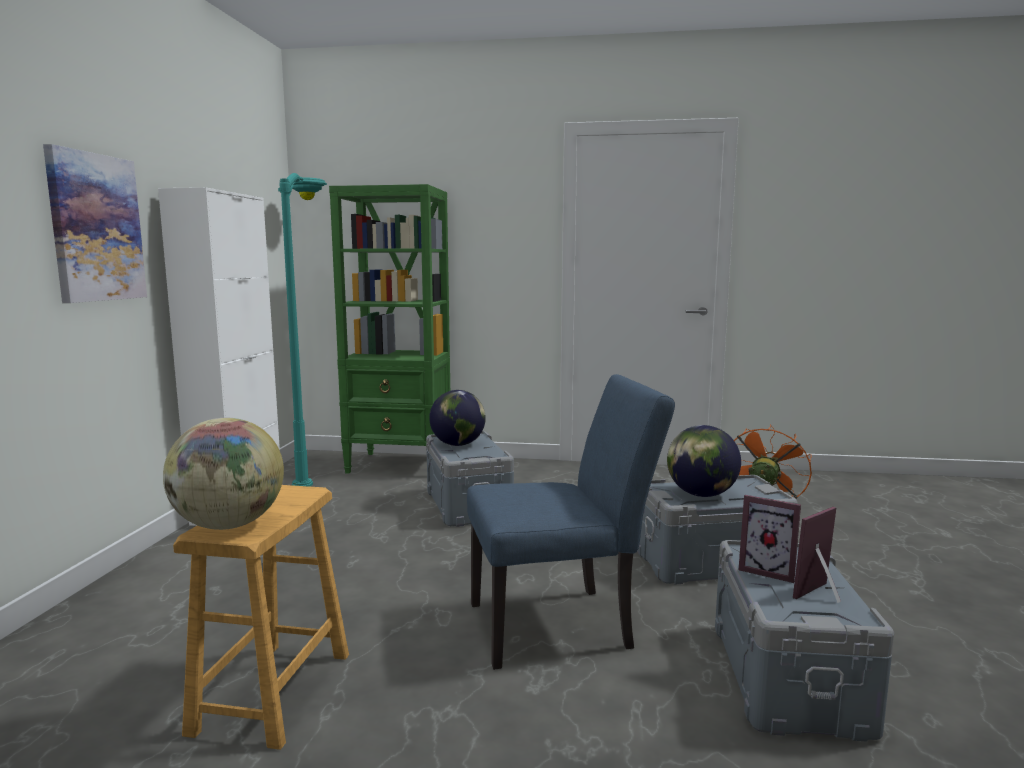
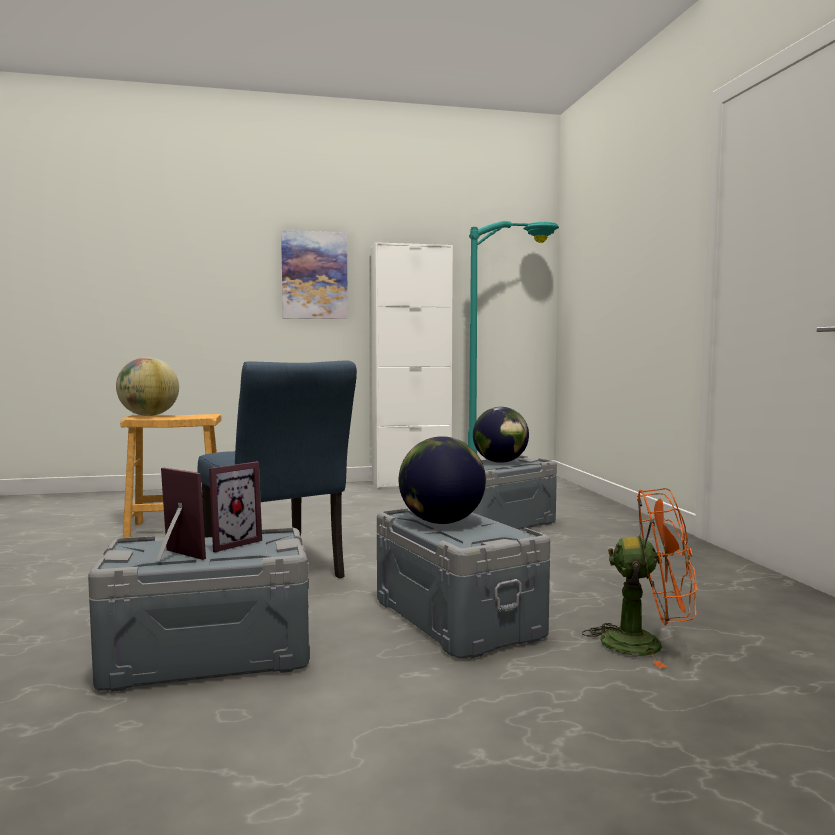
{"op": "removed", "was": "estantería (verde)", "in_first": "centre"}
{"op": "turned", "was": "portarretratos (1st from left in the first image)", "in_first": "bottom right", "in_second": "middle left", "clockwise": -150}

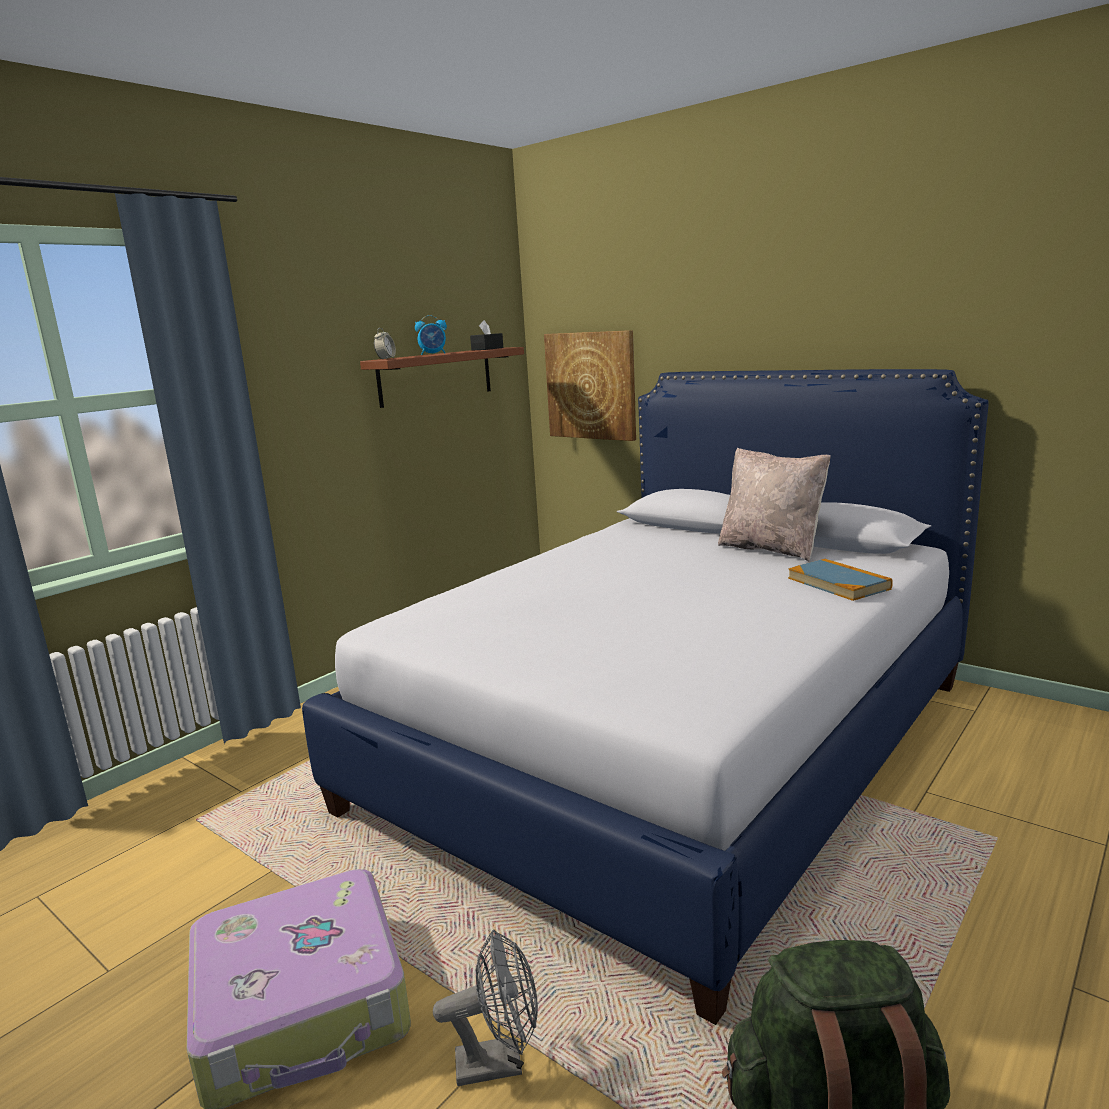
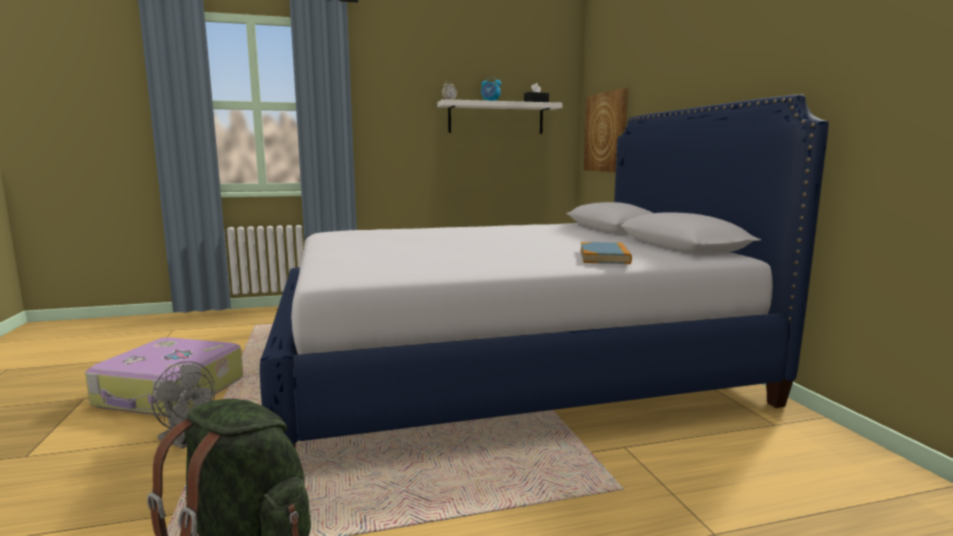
{"op": "recoloured", "was": "estante (marrón)", "now": "estante (blanco)", "in_first": "centre", "in_second": "top centre"}
{"op": "removed", "was": "cojín (beis)", "in_first": "middle right"}

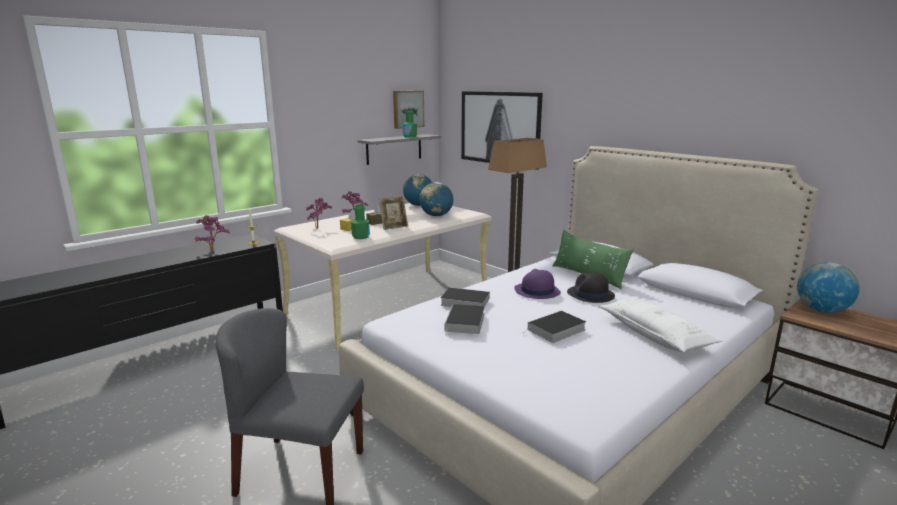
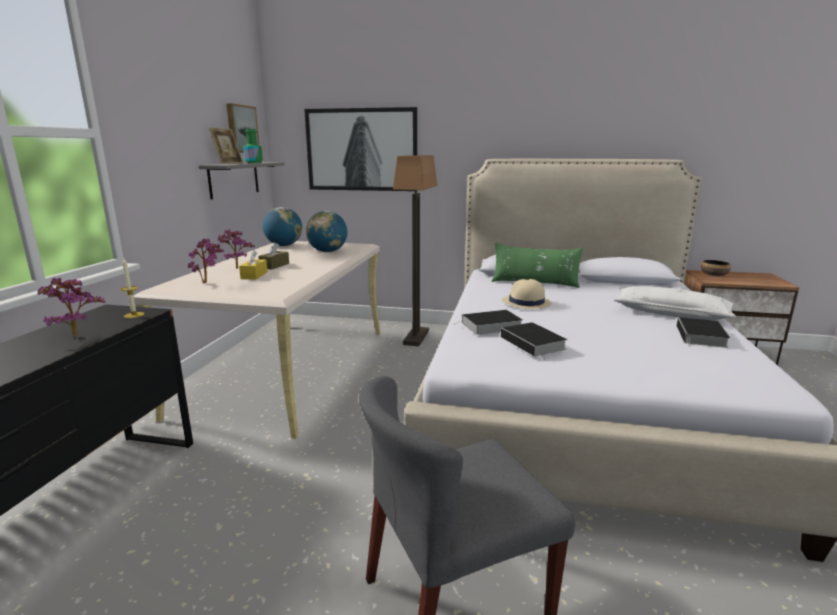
{"op": "removed", "was": "botella (verde) (1st from left)", "in_first": "centre"}
{"op": "moved", "was": "portarretratos", "in_first": "centre", "in_second": "top left"}
{"op": "recoloured", "was": "sombrero (morado)", "now": "sombrero (beis)", "in_first": "centre", "in_second": "centre"}
{"op": "moved", "was": "libro (3rd from left)", "in_first": "centre", "in_second": "middle right"}
{"op": "removed", "was": "sombrero (negro)", "in_first": "centre"}
{"op": "replaced", "was": "globo terráqueo (3rd from left)", "now": "cuenco", "in_first": "middle right", "in_second": "middle right"}

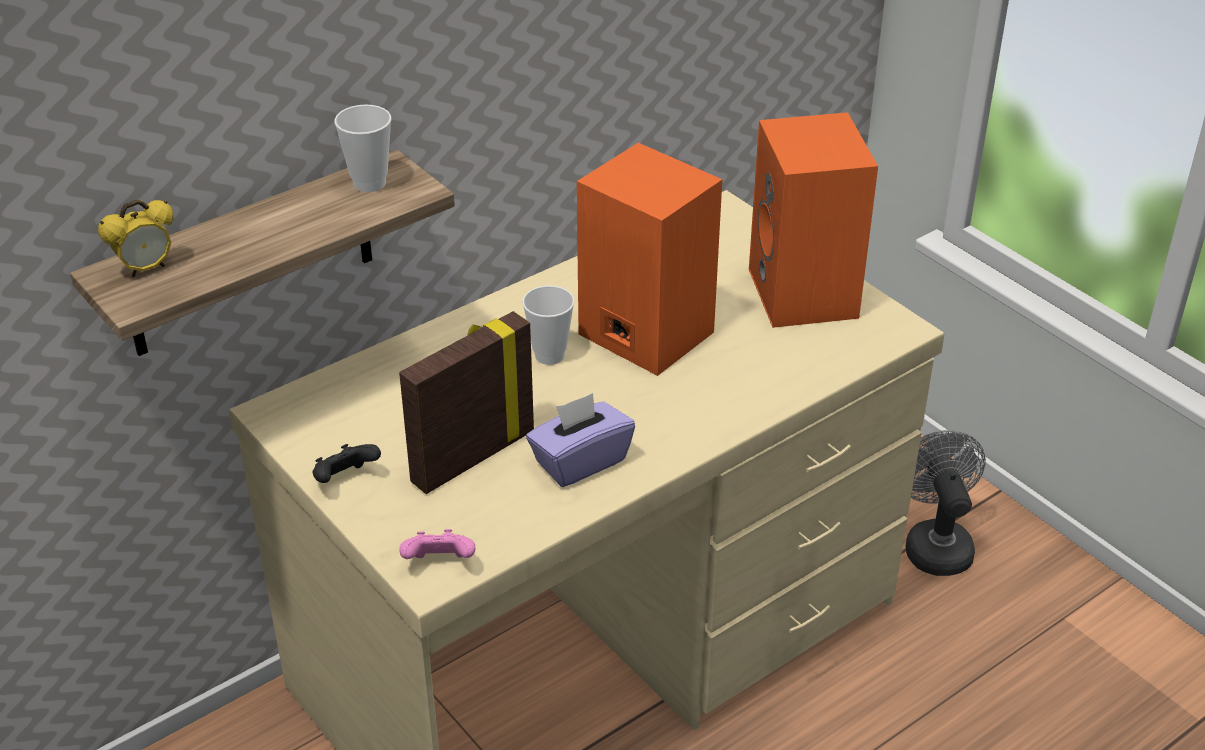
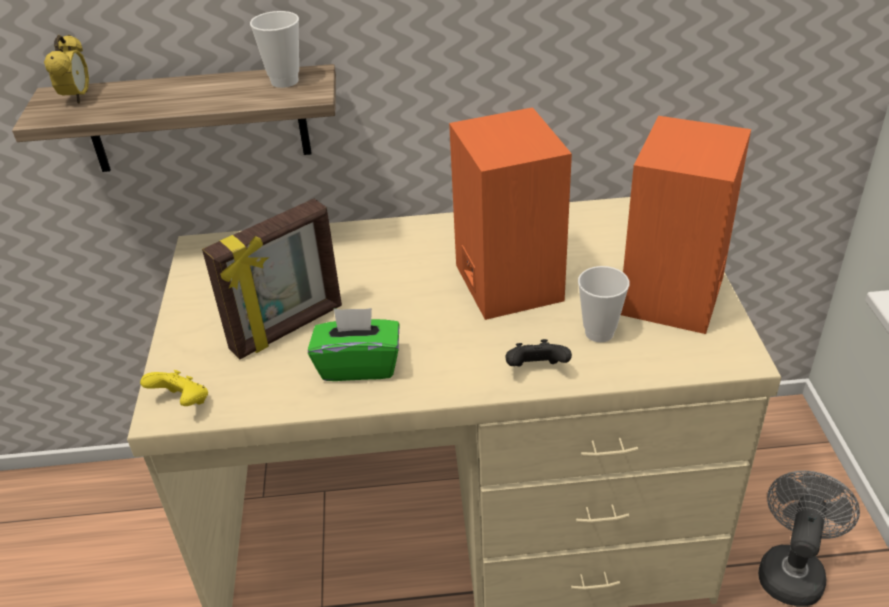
{"op": "turned", "was": "despertador", "in_first": "top left", "in_second": "top left", "clockwise": -90}
{"op": "moved", "was": "mando de consola (negro)", "in_first": "middle left", "in_second": "centre"}
{"op": "turned", "was": "portarretratos", "in_first": "centre", "in_second": "middle left", "clockwise": 150}
{"op": "recoloured", "was": "mando de consola (rosa)", "now": "mando de consola (amarillo)", "in_first": "bottom centre", "in_second": "middle left"}
{"op": "moved", "was": "taza (2nd from left)", "in_first": "centre", "in_second": "middle right"}
{"op": "recoloured", "was": "caja de pañuelos (morado)", "now": "caja de pañuelos (verde)", "in_first": "centre", "in_second": "centre"}

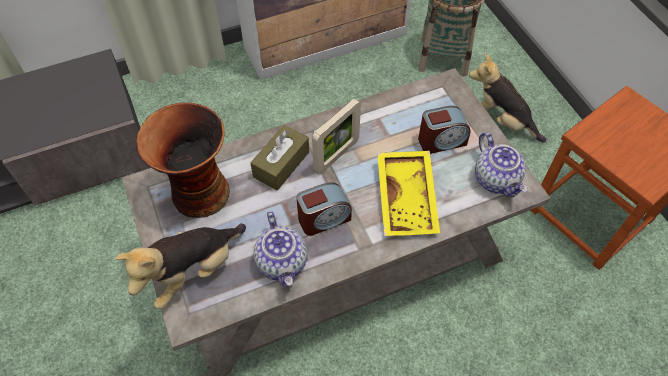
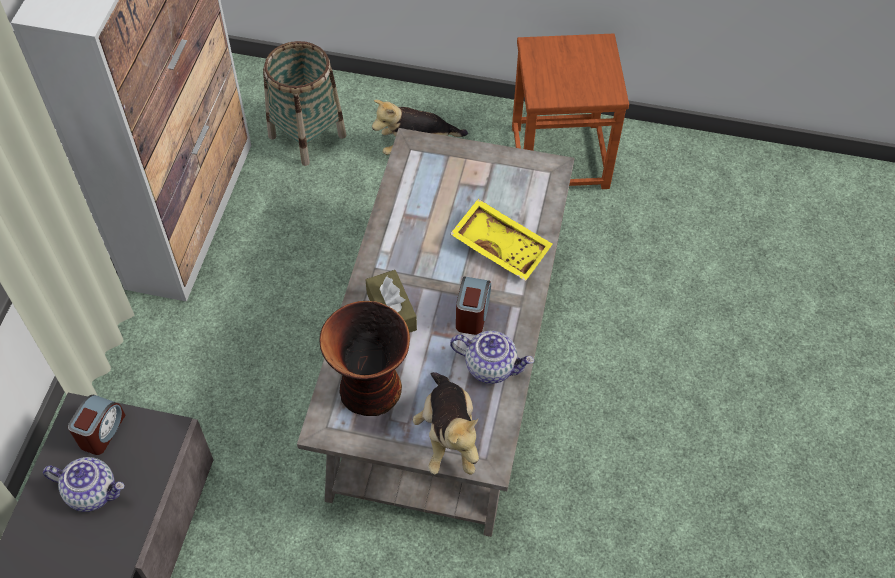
{"op": "removed", "was": "portarretratos", "in_first": "centre"}
{"op": "moved", "was": "despertador (2nd from left in the first image)", "now": "despertador (1st from left)", "in_first": "centre", "in_second": "bottom left"}
{"op": "moved", "was": "tetera (2nd from left in the first image)", "now": "tetera (1st from left)", "in_first": "middle right", "in_second": "bottom left"}

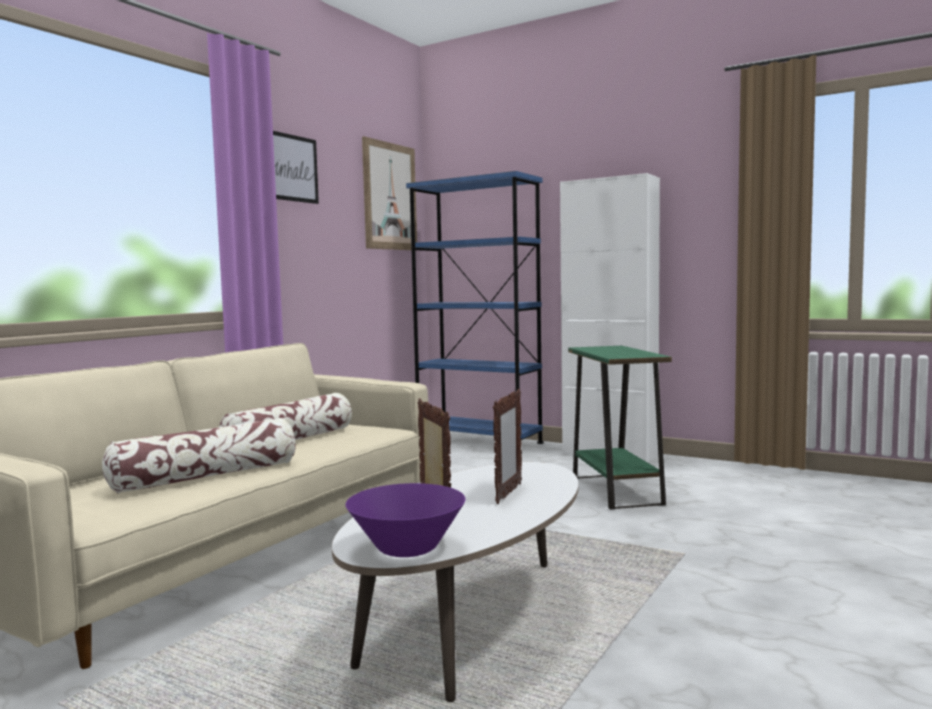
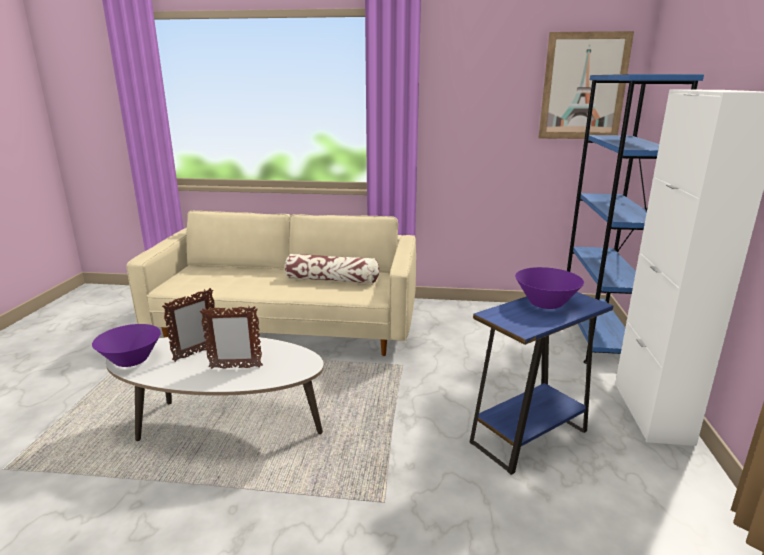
{"op": "removed", "was": "cojín (1st from left)", "in_first": "middle left"}
{"op": "removed", "was": "cuadro (1st from left)", "in_first": "top left"}
{"op": "recoloured", "was": "mesa auxiliar (verde)", "now": "mesa auxiliar (azul)", "in_first": "centre", "in_second": "bottom right"}
{"op": "added", "now": "cuenco (morado) (2nd from left)", "in_second": "middle right"}

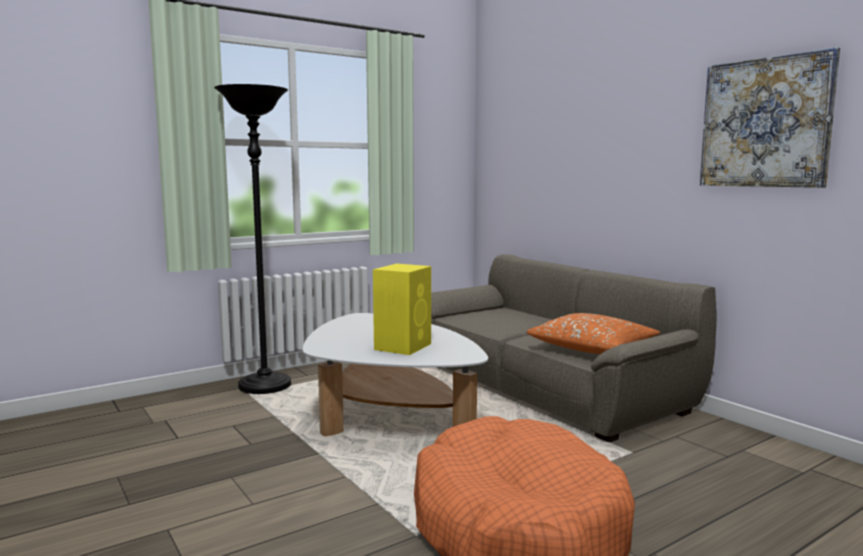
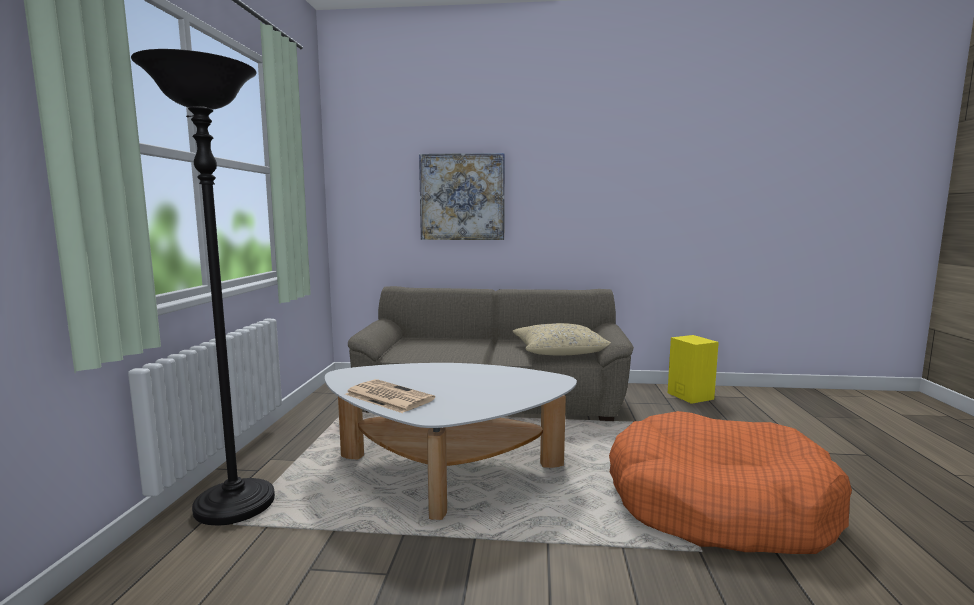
{"op": "moved", "was": "altavoz (amarillo)", "in_first": "centre", "in_second": "middle right"}
{"op": "recoloured", "was": "cojín (naranja)", "now": "cojín (beis)", "in_first": "middle right", "in_second": "centre"}
{"op": "moved", "was": "cuadro", "in_first": "top right", "in_second": "top centre"}
{"op": "added", "now": "periódico", "in_second": "centre"}

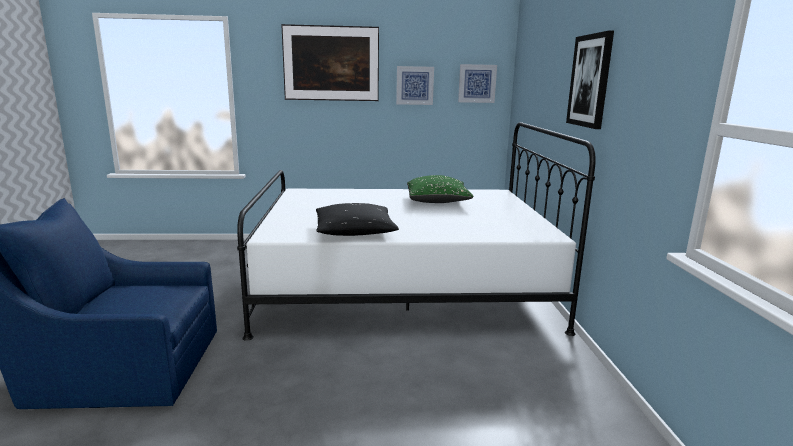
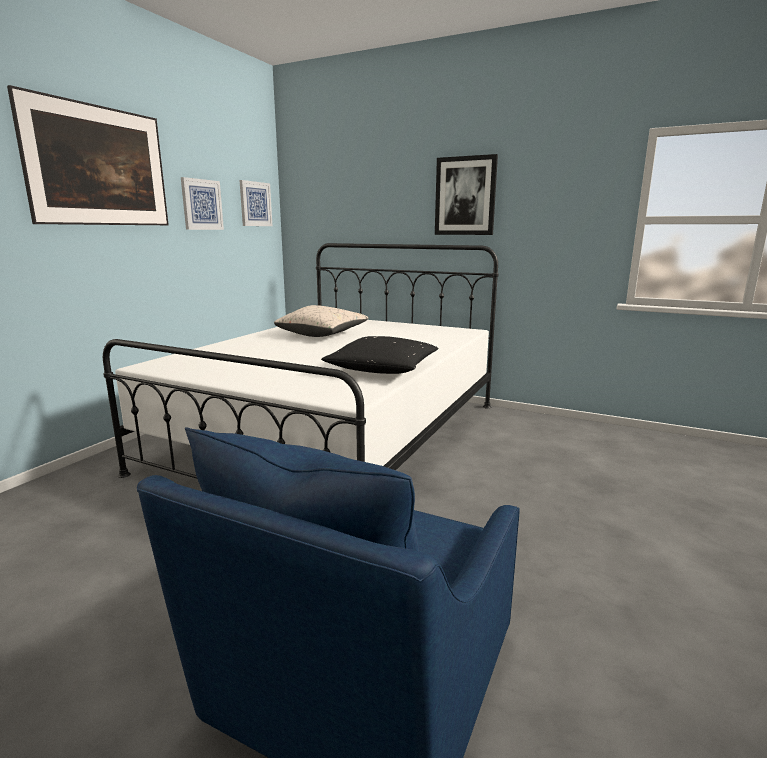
{"op": "recoloured", "was": "cojín (verde)", "now": "cojín (beis)", "in_first": "centre", "in_second": "centre"}

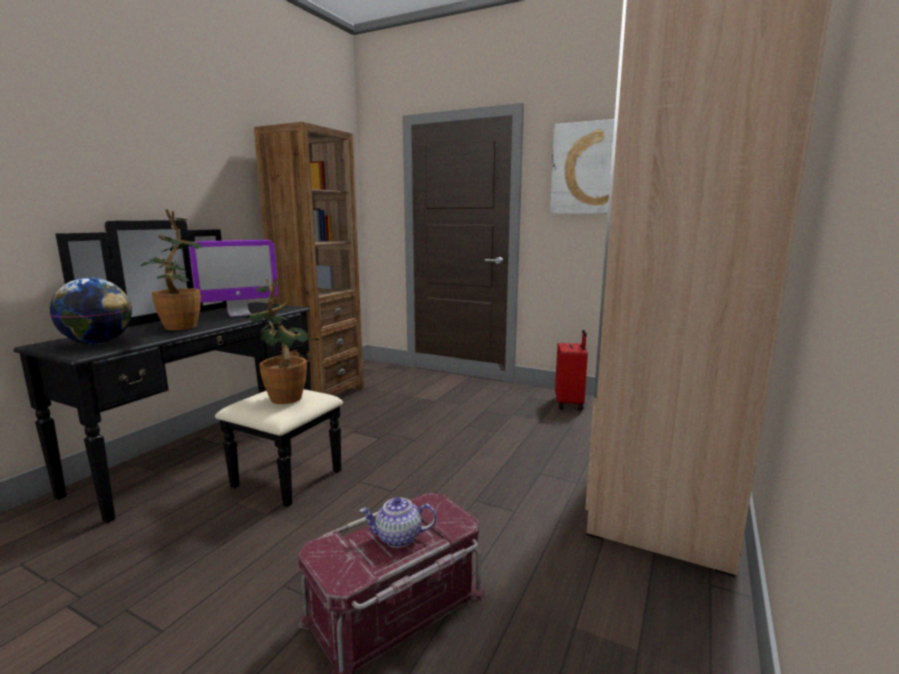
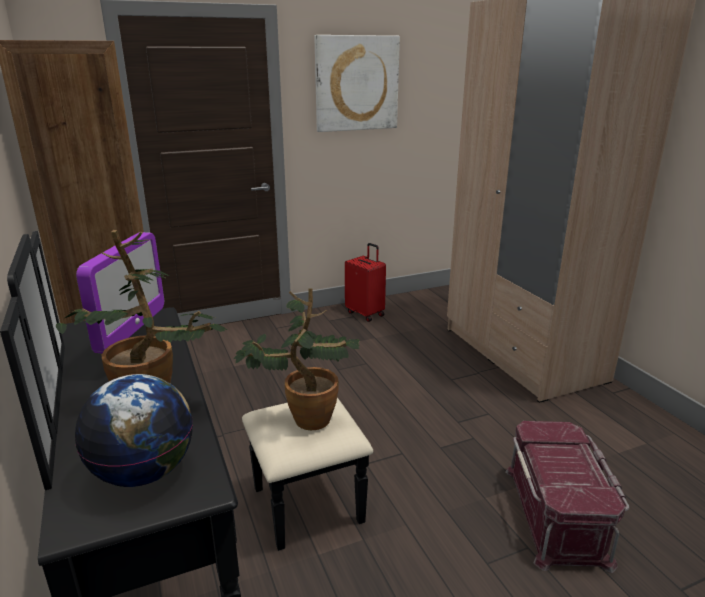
{"op": "removed", "was": "tetera", "in_first": "bottom centre"}

